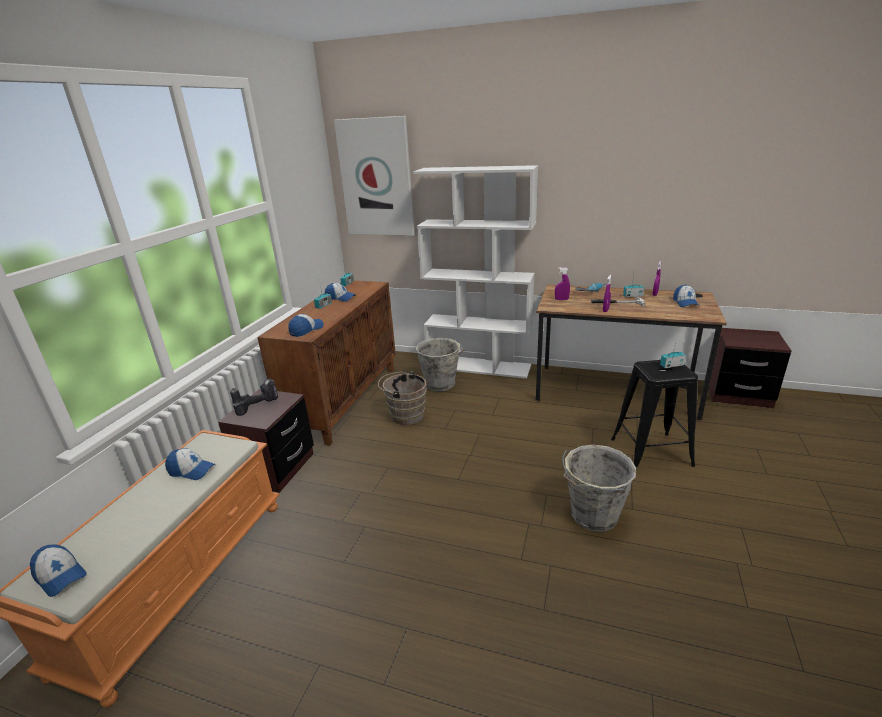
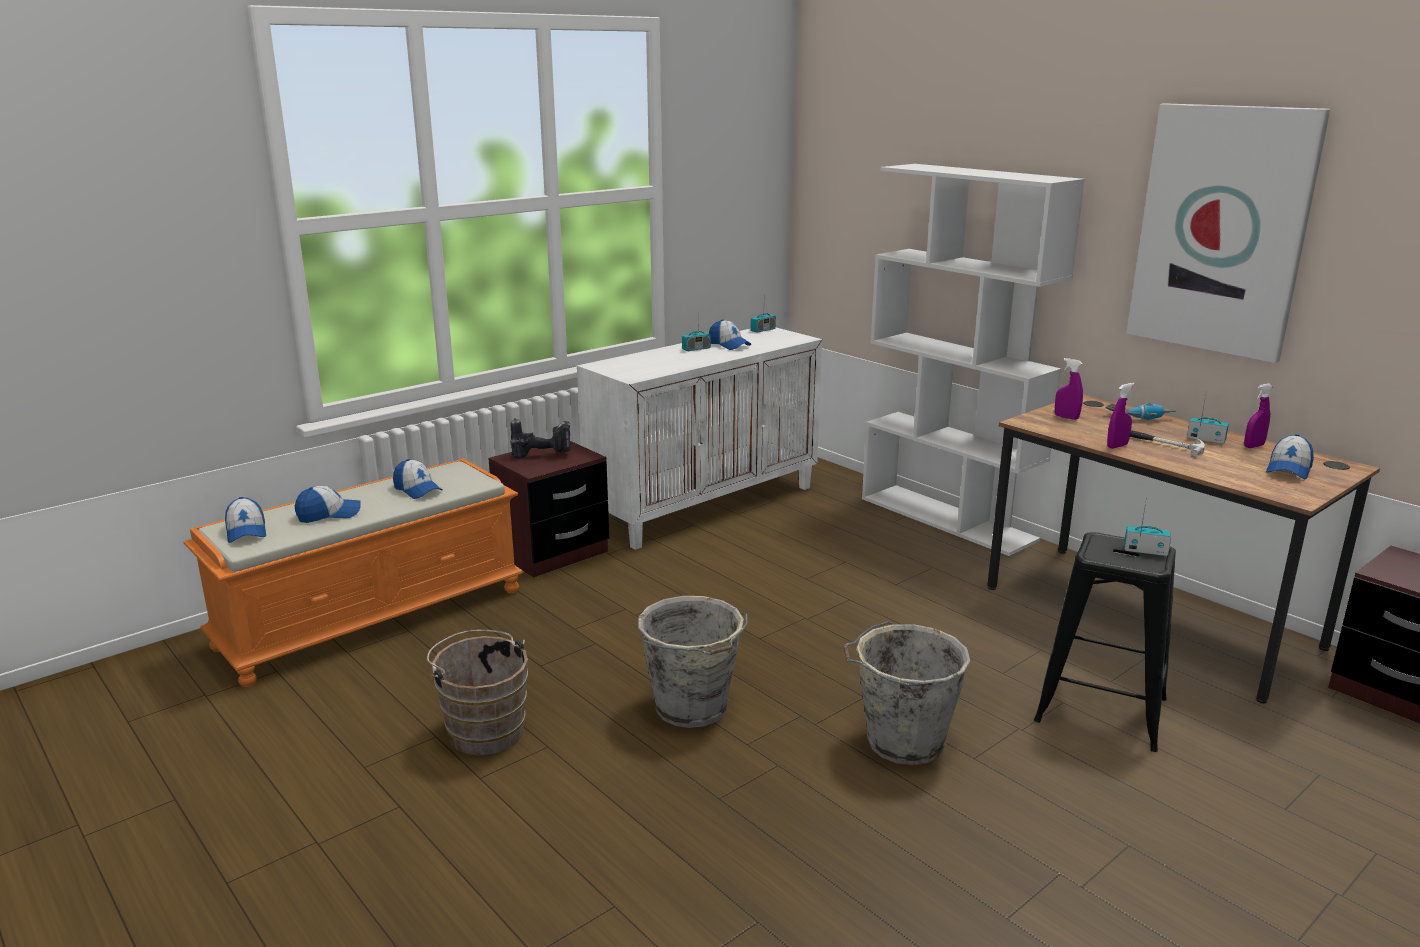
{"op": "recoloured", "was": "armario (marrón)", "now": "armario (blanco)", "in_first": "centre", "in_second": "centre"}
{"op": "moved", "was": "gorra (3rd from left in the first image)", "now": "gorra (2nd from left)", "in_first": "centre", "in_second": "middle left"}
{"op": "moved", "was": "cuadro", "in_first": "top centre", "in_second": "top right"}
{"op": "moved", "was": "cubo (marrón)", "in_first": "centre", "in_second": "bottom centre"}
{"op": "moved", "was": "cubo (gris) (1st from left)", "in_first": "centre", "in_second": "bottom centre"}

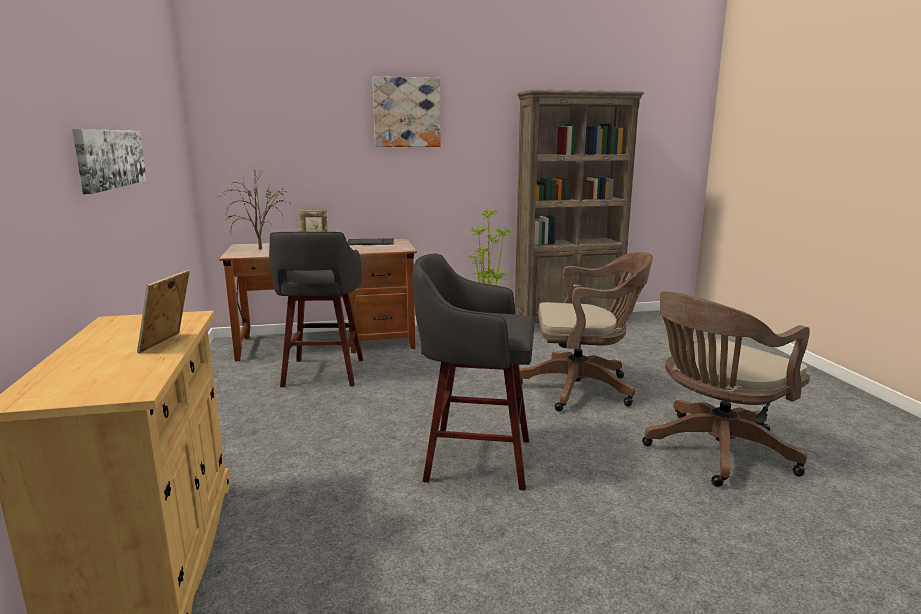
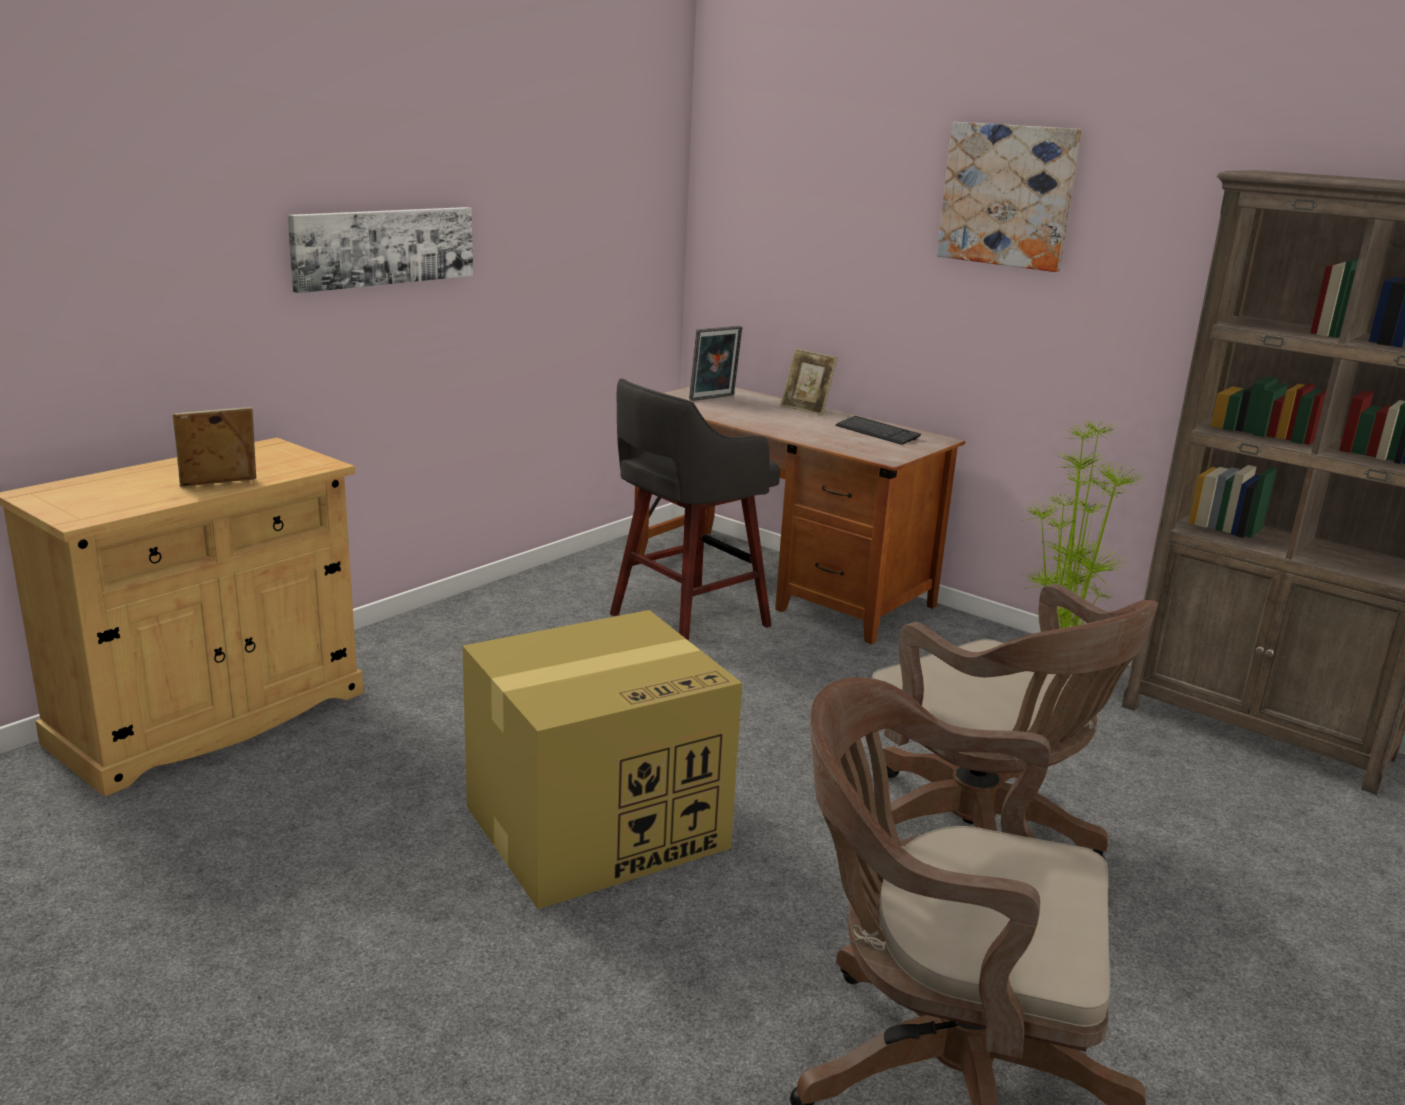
{"op": "replaced", "was": "planta en maceta (1st from left)", "now": "portarretratos (2nd from left)", "in_first": "middle left", "in_second": "top centre"}
{"op": "replaced", "was": "taburete (gris) (2nd from left)", "now": "caja de cartón", "in_first": "centre", "in_second": "bottom centre"}

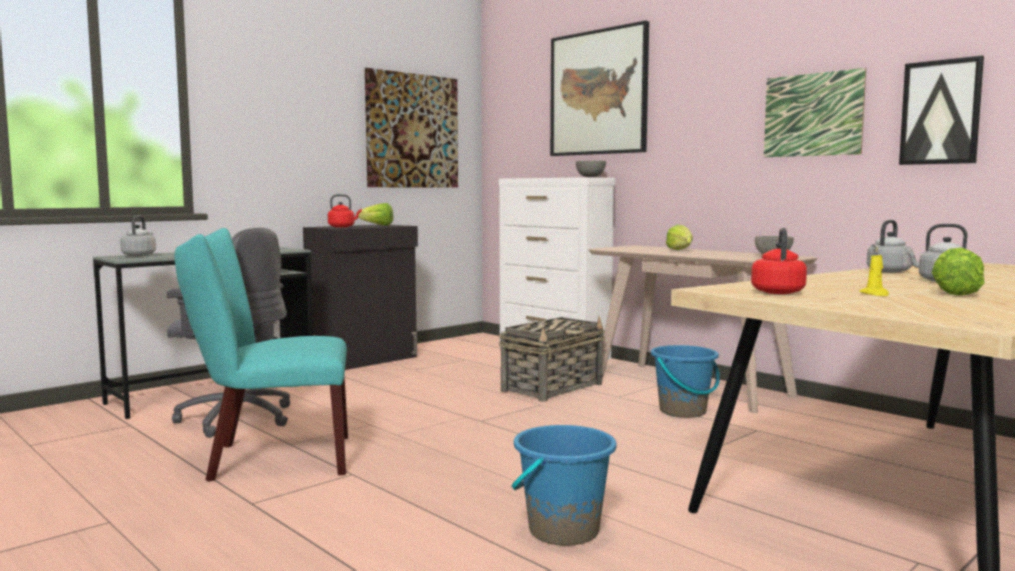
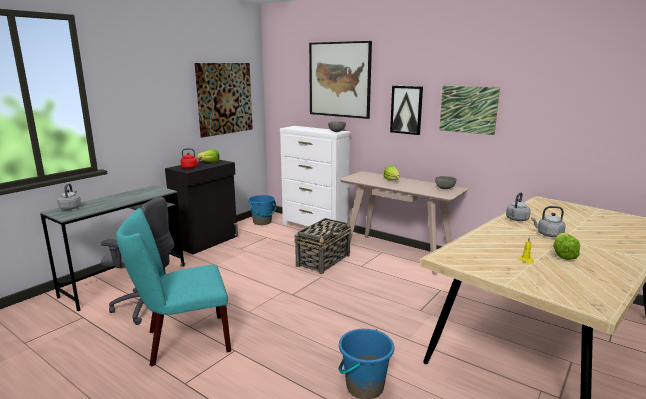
{"op": "moved", "was": "cubo (azul) (2nd from left in the first image)", "now": "cubo (azul) (1st from left)", "in_first": "bottom right", "in_second": "centre"}
{"op": "removed", "was": "hervidor (rojo) (2nd from left)", "in_first": "middle right"}
{"op": "moved", "was": "cuadro (4th from left in the first image)", "now": "cuadro (3rd from left)", "in_first": "top right", "in_second": "top centre"}

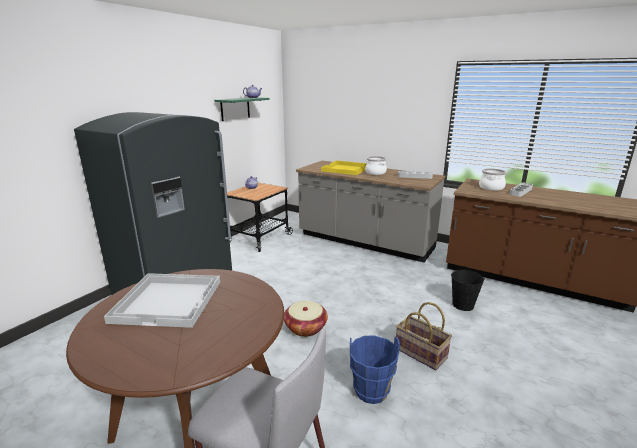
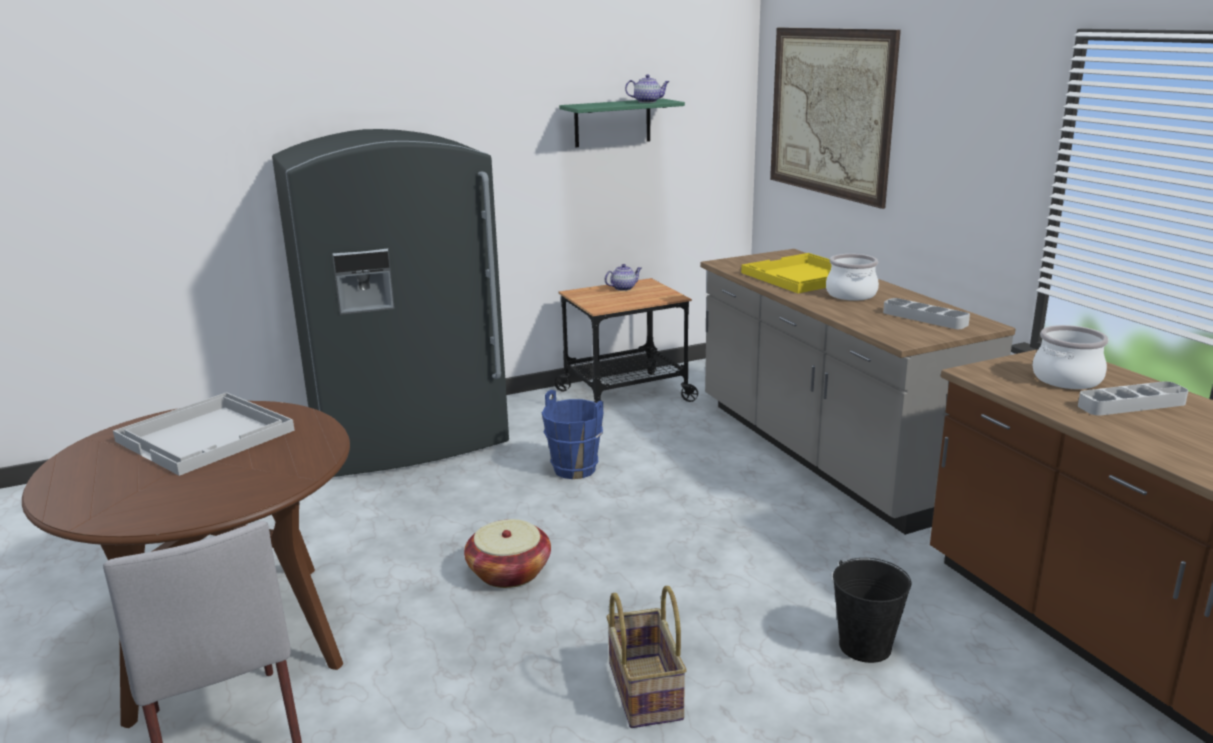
{"op": "moved", "was": "cubo (azul)", "in_first": "bottom centre", "in_second": "centre"}
{"op": "added", "now": "cuadro", "in_second": "top right"}

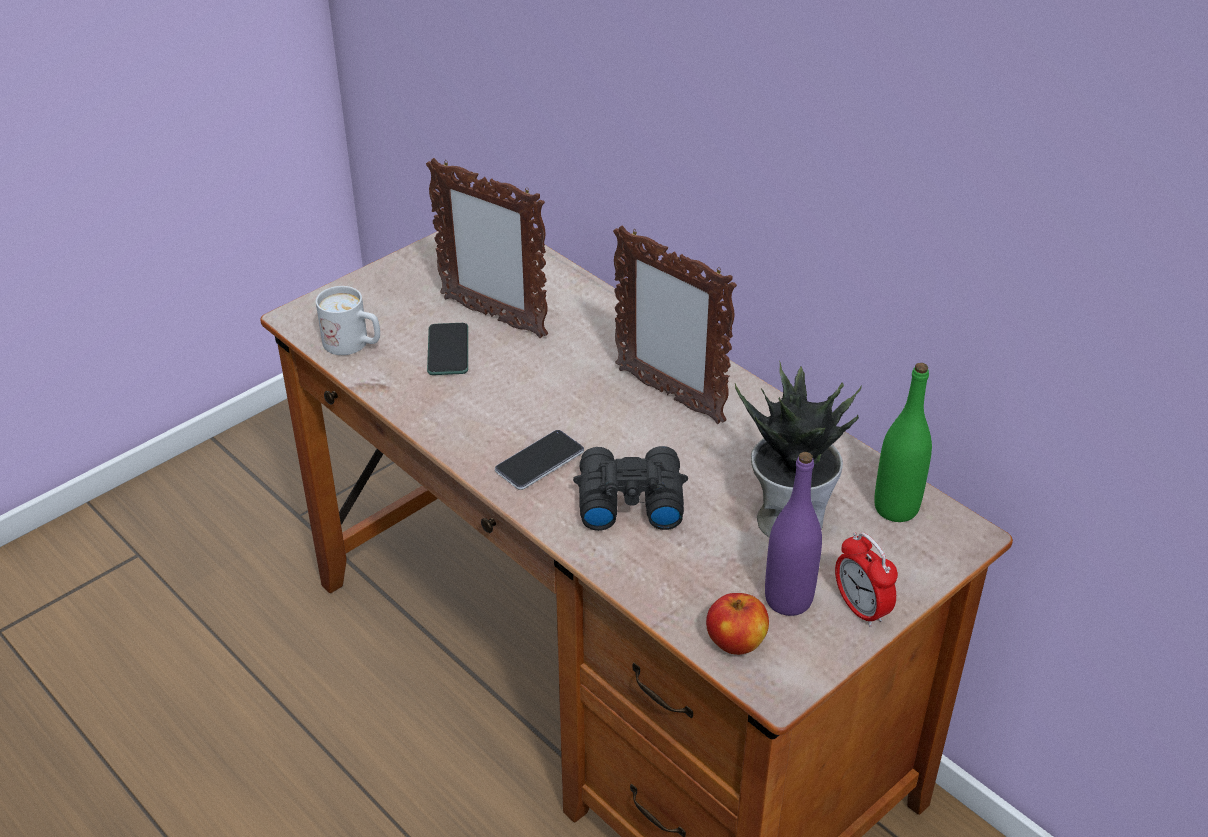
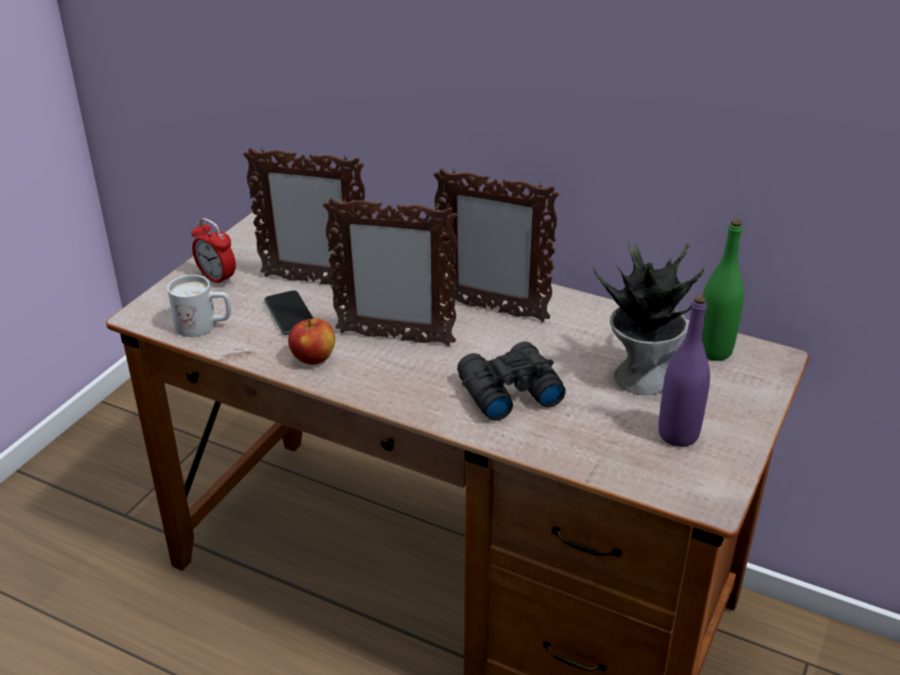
{"op": "removed", "was": "móvil (2nd from left)", "in_first": "centre"}
{"op": "moved", "was": "manzana", "in_first": "bottom centre", "in_second": "centre"}
{"op": "moved", "was": "despertador", "in_first": "bottom right", "in_second": "middle left"}
{"op": "added", "now": "portarretratos (2nd from left)", "in_second": "centre"}

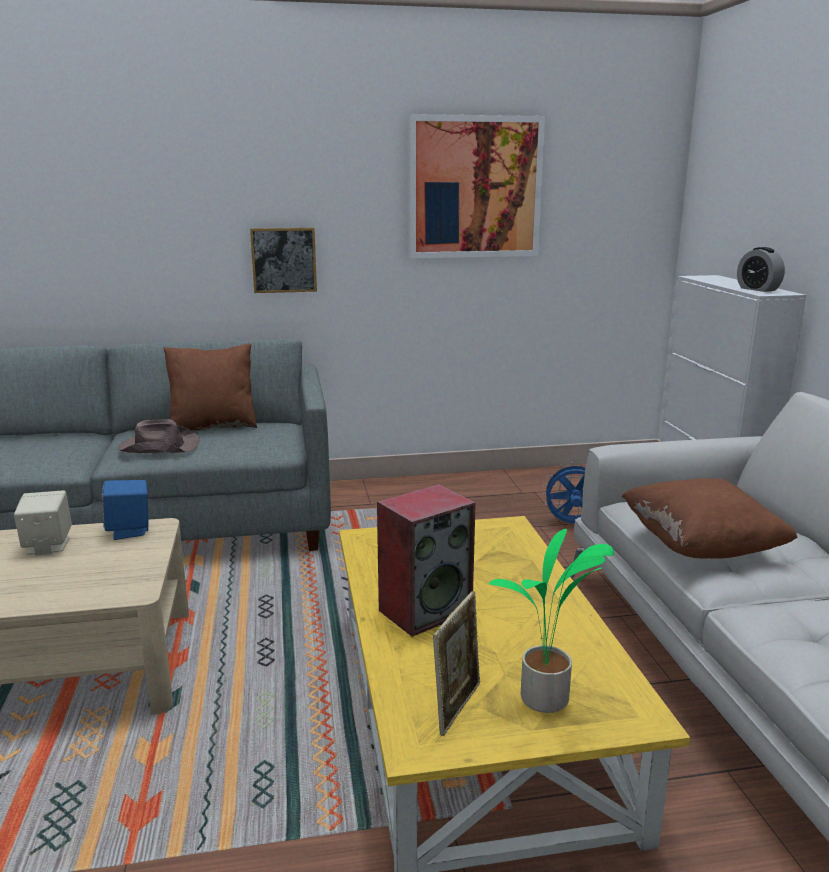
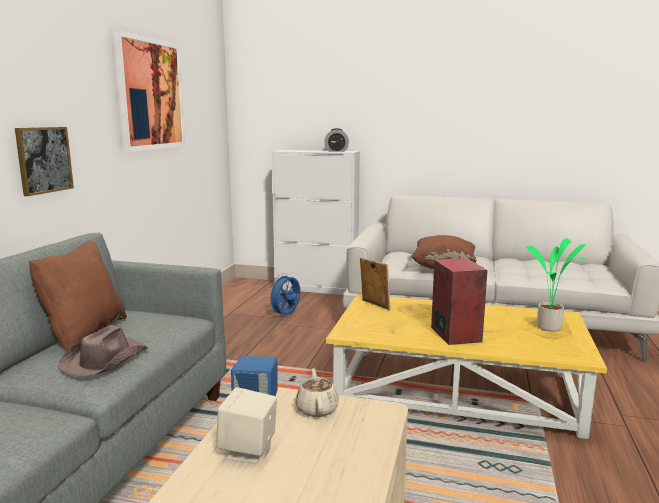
{"op": "moved", "was": "portarretratos", "in_first": "bottom centre", "in_second": "centre"}
{"op": "added", "now": "tetera (beis)", "in_second": "bottom centre"}

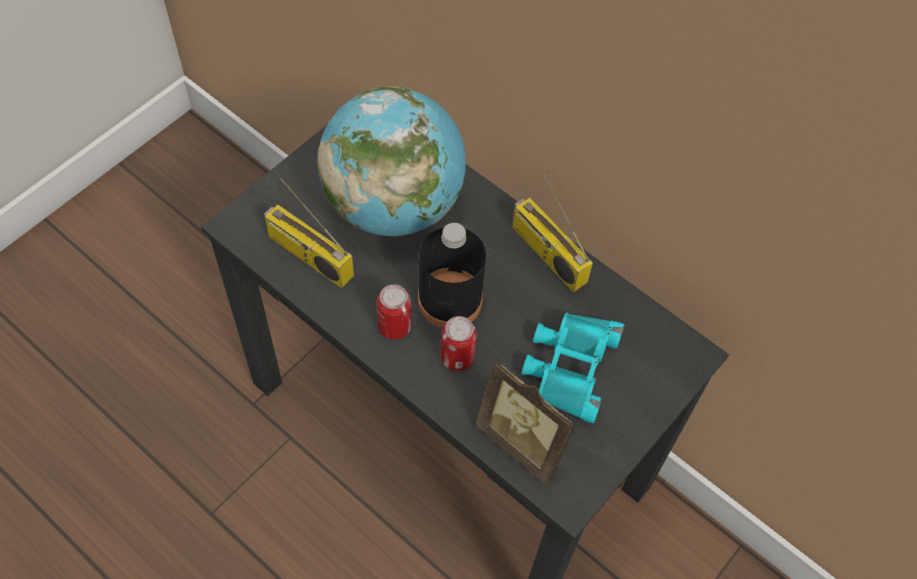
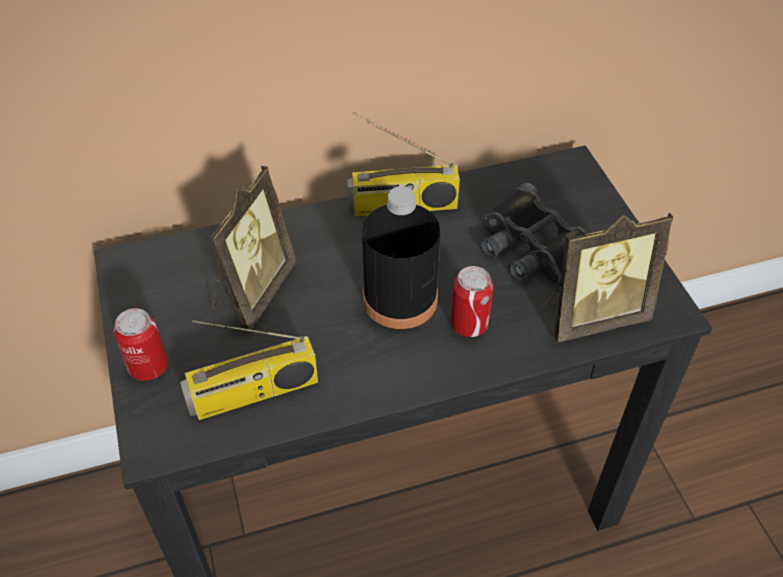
{"op": "replaced", "was": "globo terráqueo", "now": "portarretratos (1st from left)", "in_first": "top centre", "in_second": "middle left"}
{"op": "moved", "was": "lata (1st from left)", "in_first": "centre", "in_second": "middle left"}
{"op": "recoloured", "was": "prismáticos (turquesa)", "now": "prismáticos (negro)", "in_first": "centre", "in_second": "middle right"}

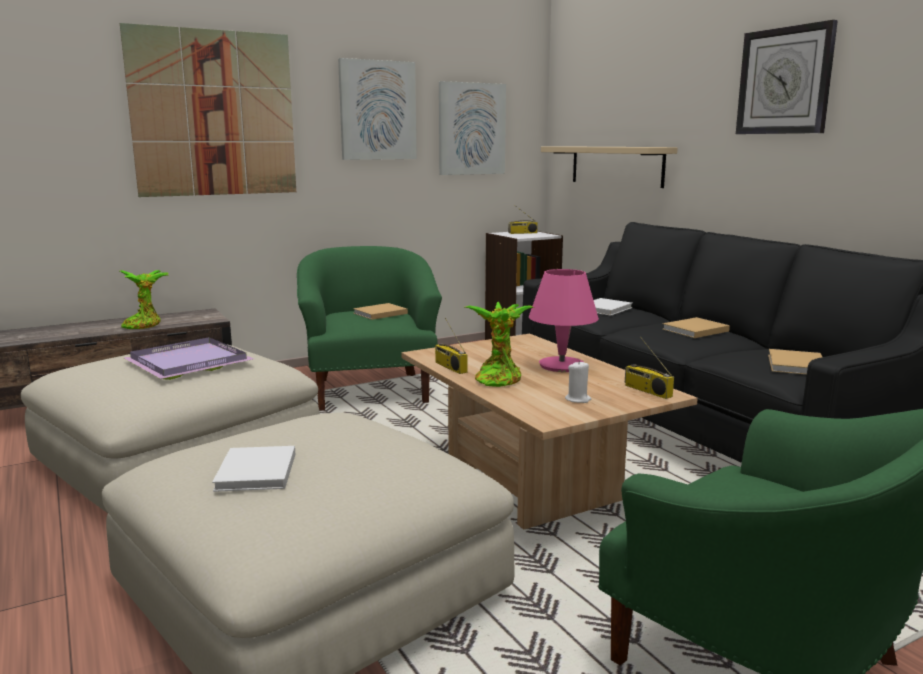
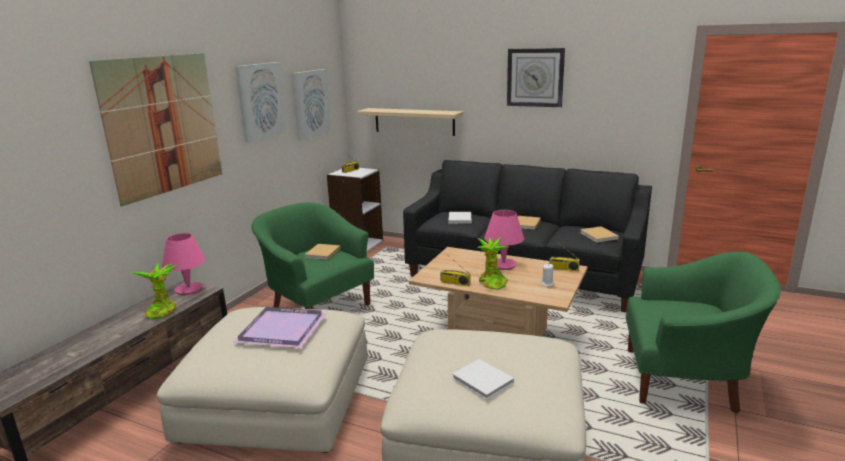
{"op": "added", "now": "lámpara de mesa (rosa) (1st from left)", "in_second": "middle left"}

